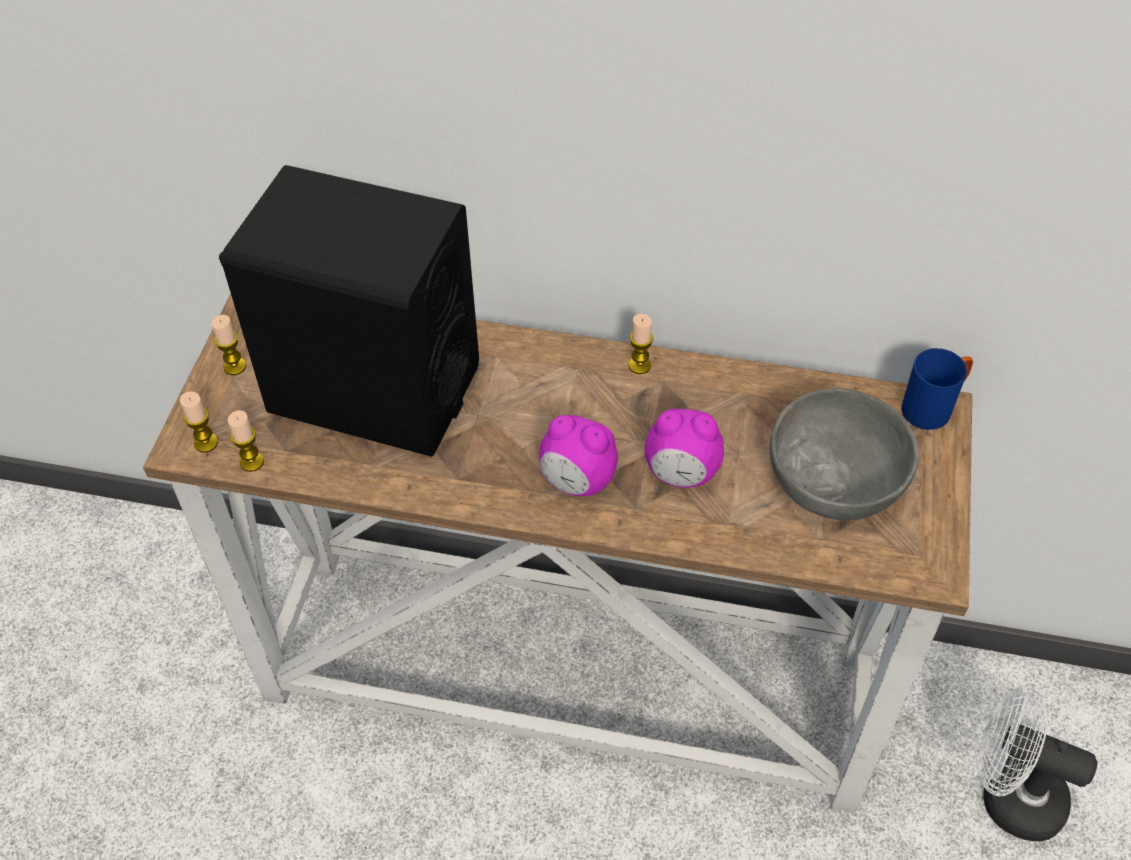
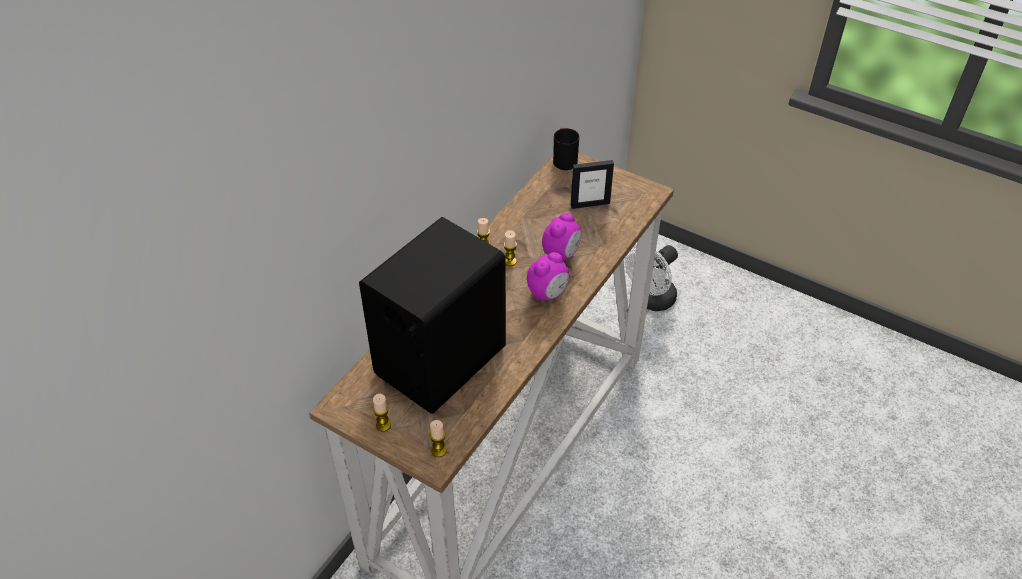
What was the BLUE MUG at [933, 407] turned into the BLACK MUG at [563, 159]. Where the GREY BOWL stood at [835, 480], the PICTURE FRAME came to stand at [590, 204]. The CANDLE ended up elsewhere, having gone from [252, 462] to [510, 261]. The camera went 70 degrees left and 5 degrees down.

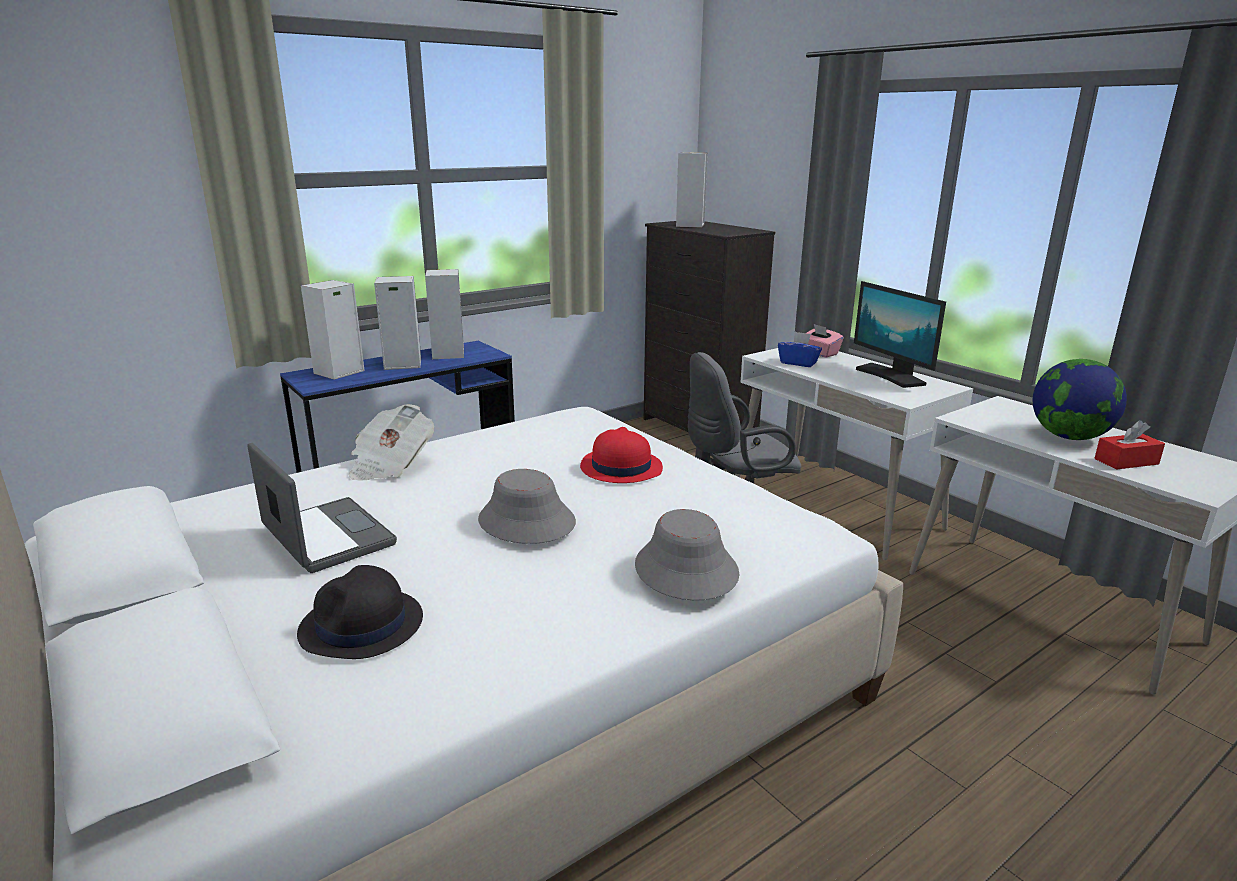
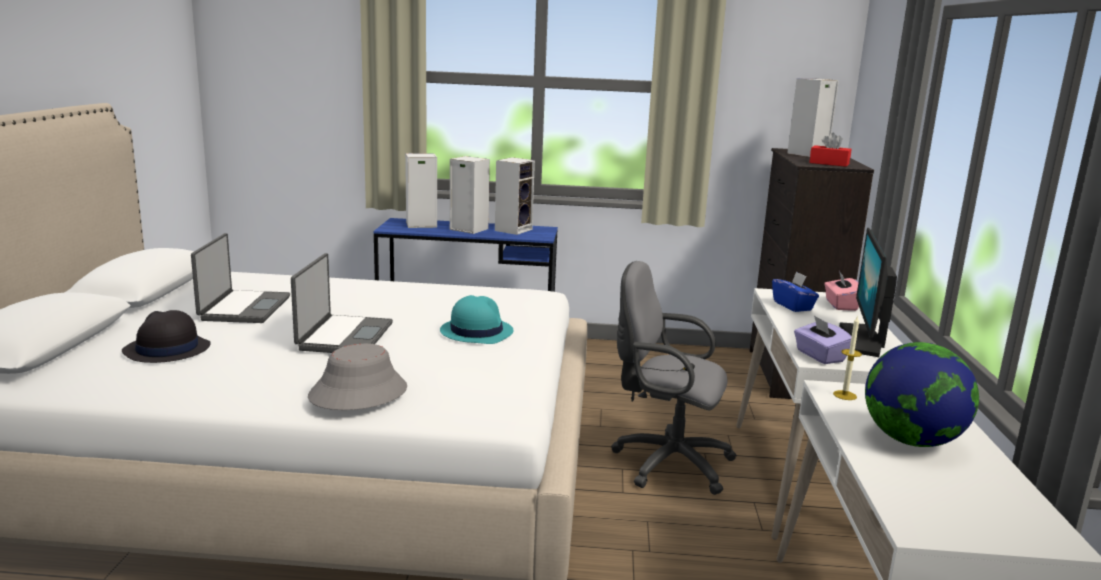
The second view lost the NEWSPAPER at [390, 465]. The RED TISSUE BOX ended up elsewhere, having gone from [1126, 461] to [829, 163]. What was the RED HAT at [620, 468] turned into the TURQUOISE HAT at [476, 331]. Where the GREY HAT stood at [526, 522], the LAPTOP came to stand at [343, 336]. The second view gained the PURPLE TISSUE BOX at [819, 356]. The second view gained the CANDLE at [844, 395]. The camera went 40 degrees right and 5 degrees down.

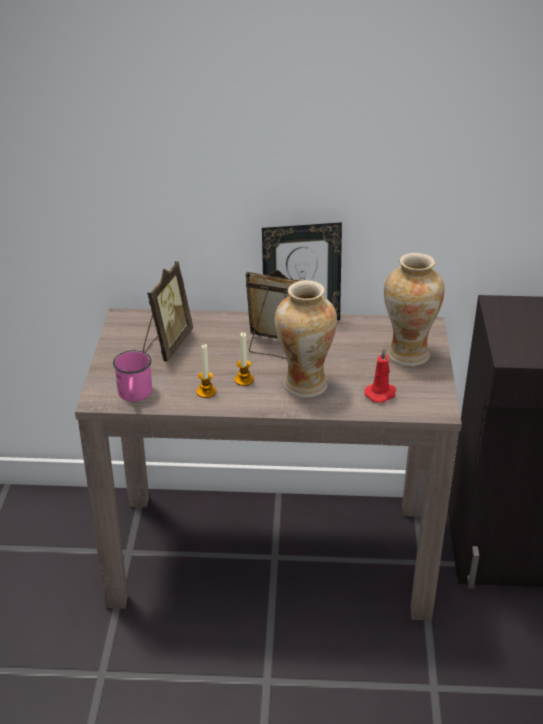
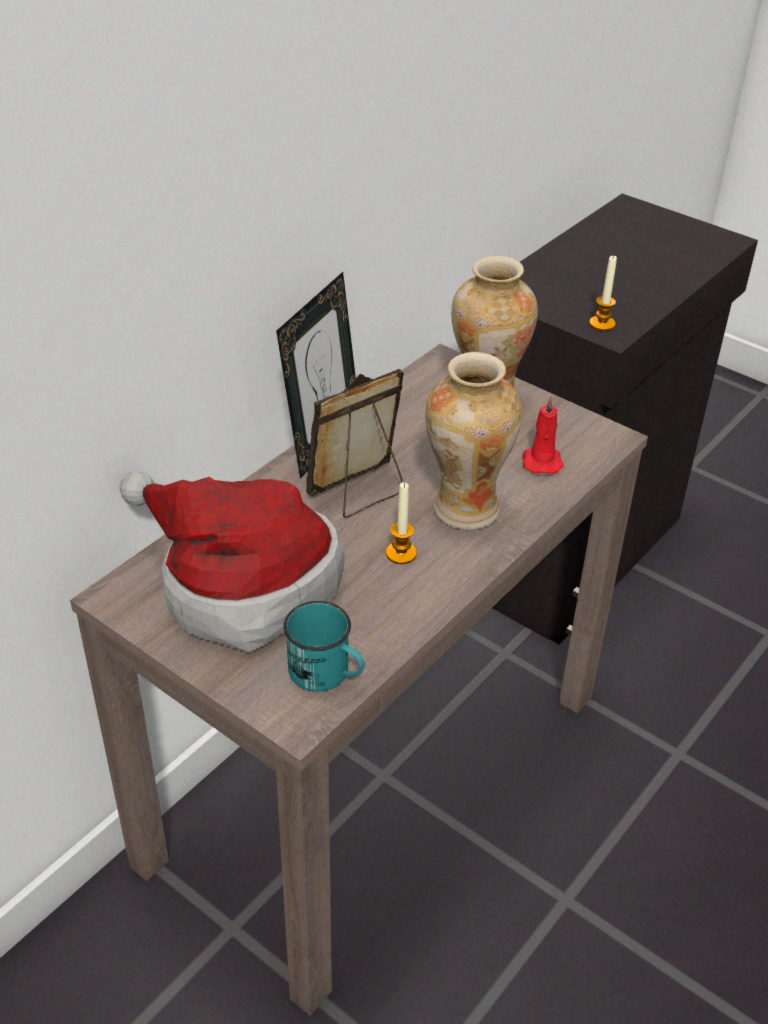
Where the PICTURE FRAME stood at [166, 345], the HAT came to stand at [239, 585]. The CANDLE ended up elsewhere, having gone from [206, 392] to [602, 324]. What was the PINK MUG at [134, 395] turned into the TURQUOISE MUG at [326, 674]. The camera went 55 degrees left and 5 degrees up.

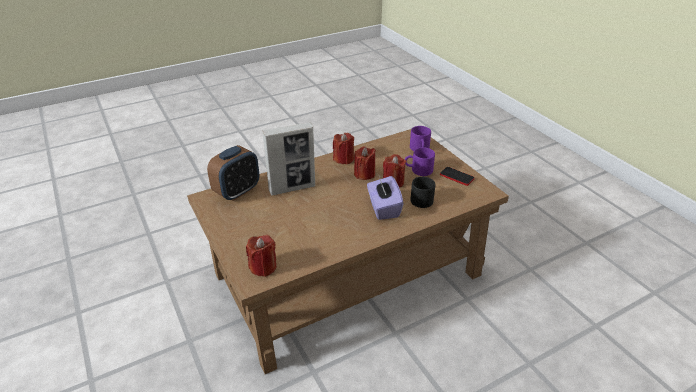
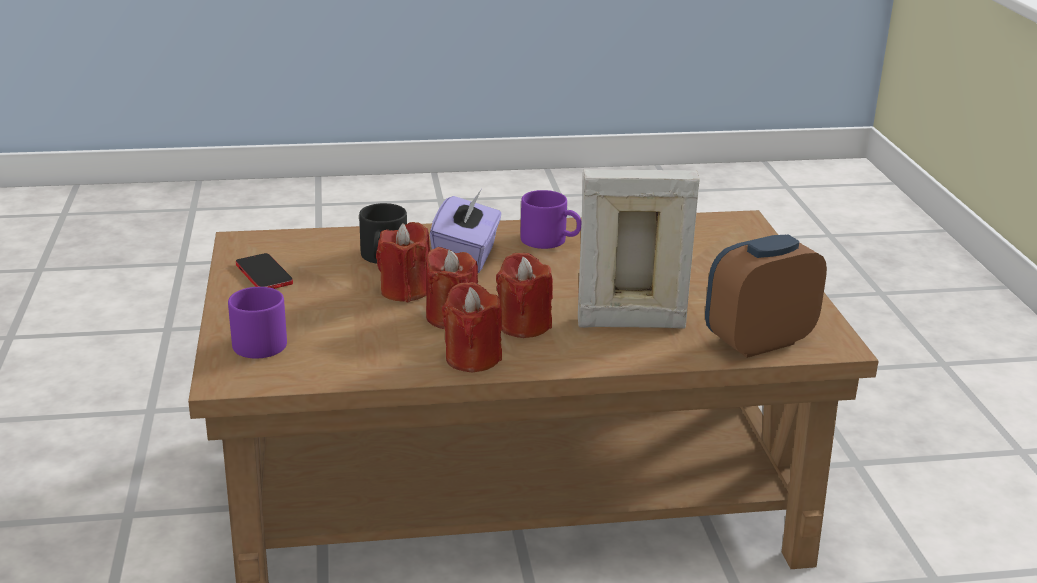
The PURPLE MUG ended up elsewhere, having gone from [418, 170] to [551, 240]. The RED CANDLE ended up elsewhere, having gone from [263, 267] to [524, 325]. The camera went 160 degrees left and 10 degrees down.

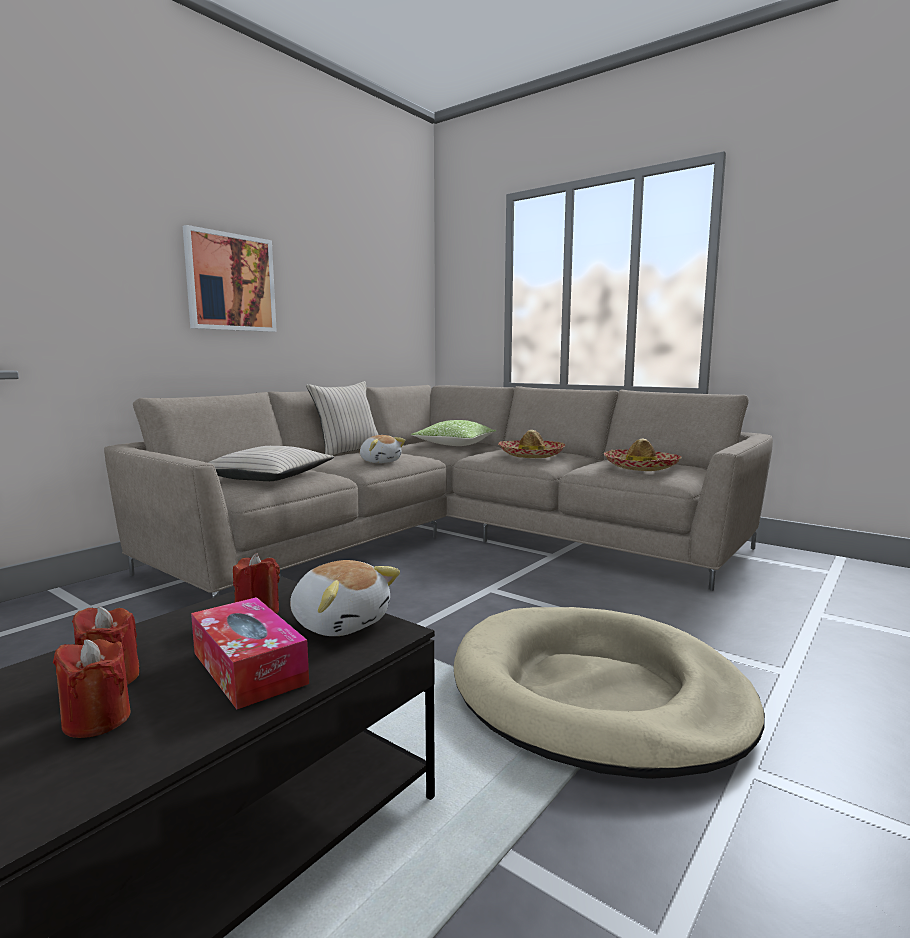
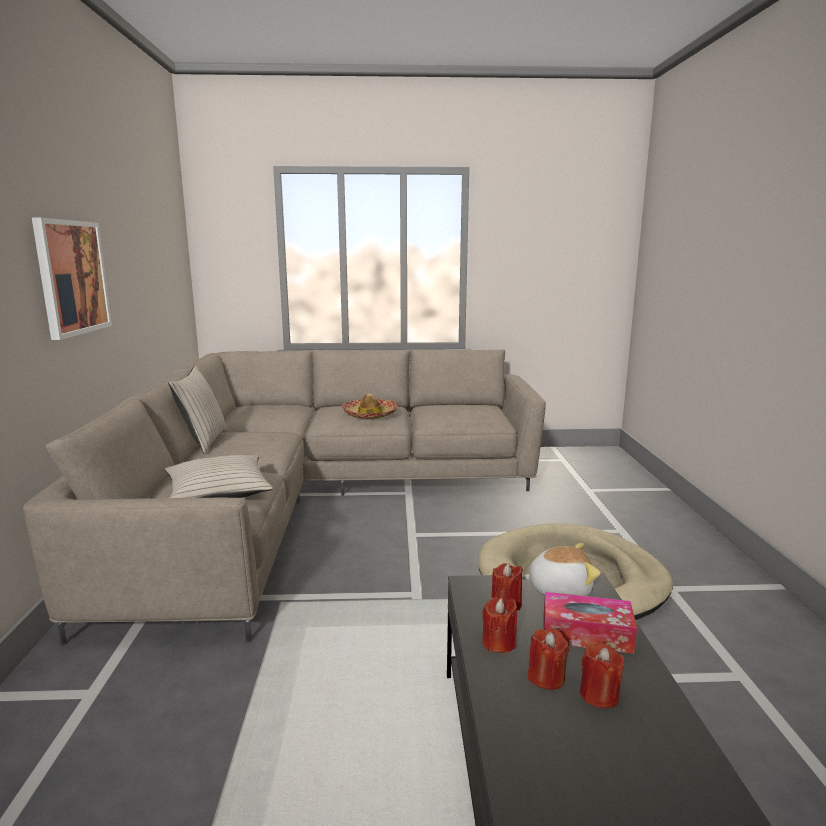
The second view lost the PILLOW at [455, 445]. The second view lost the PLUSH TOY at [380, 461]. The second view lost the HAT at [641, 467]. The second view gained the RED CANDLE at [499, 643]. The camera went 40 degrees left and 5 degrees up.

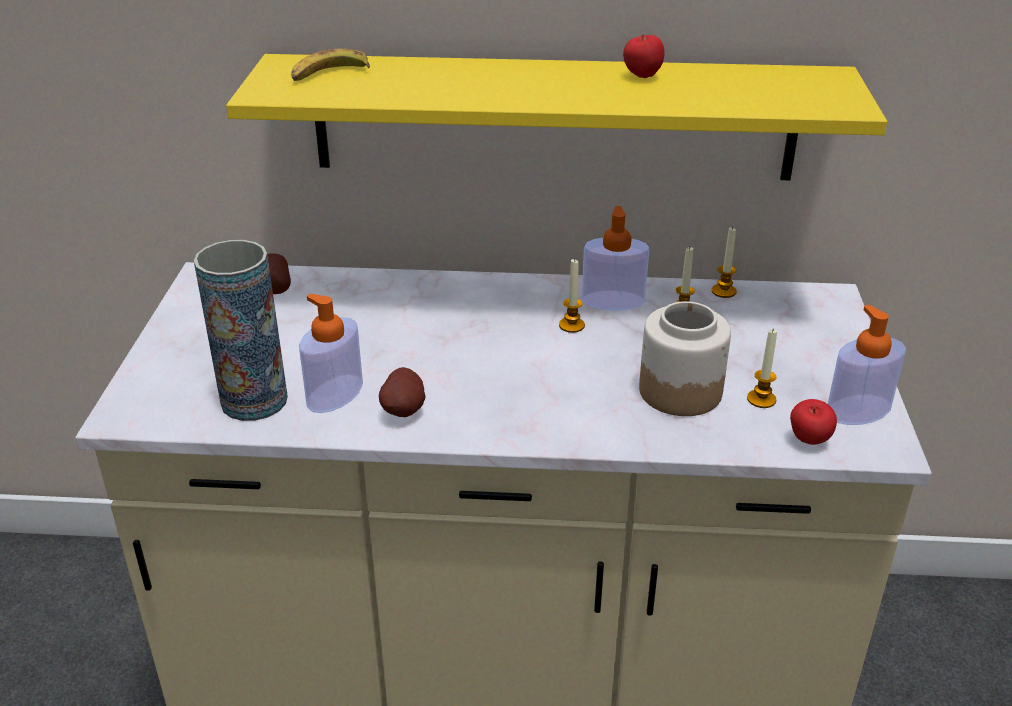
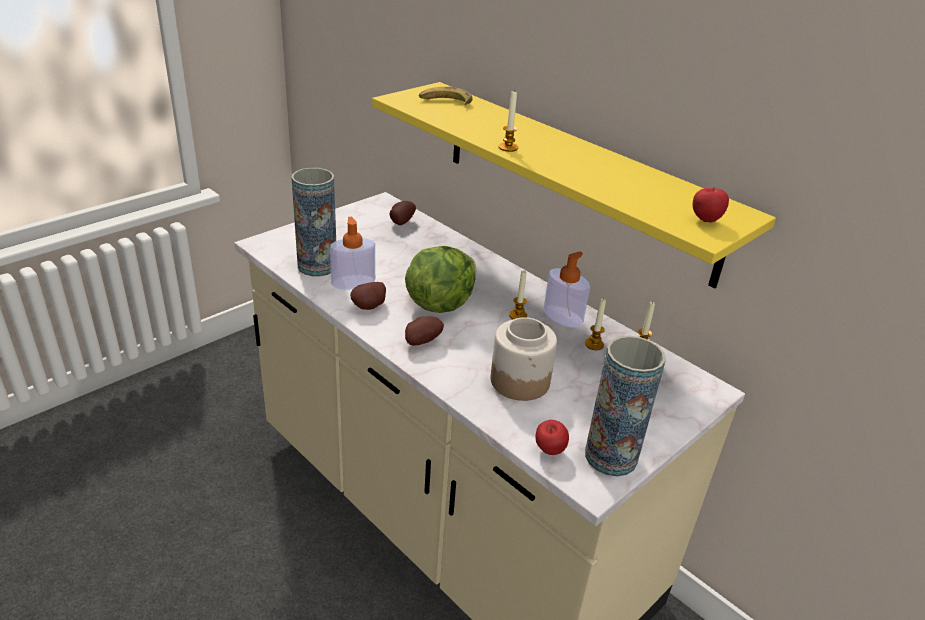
The APPLE ended up elsewhere, having gone from [642, 77] to [705, 220]. Where the SOAP DISPENSER stood at [858, 410], the VASE came to stand at [611, 456]. The CANDLE ended up elsewhere, having gone from [761, 399] to [508, 147]. The second view gained the LETTUCE at [439, 303]. The second view gained the POTATO at [421, 341]. The camera went 40 degrees right and 0 degrees up.

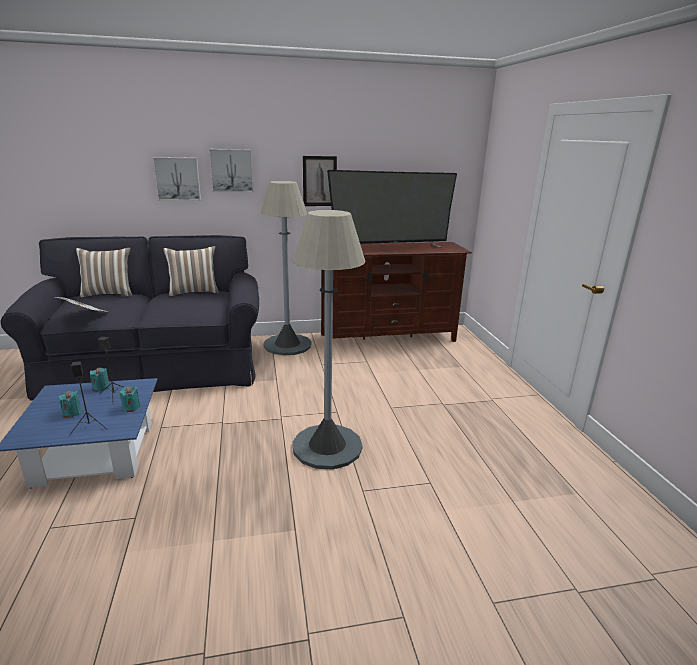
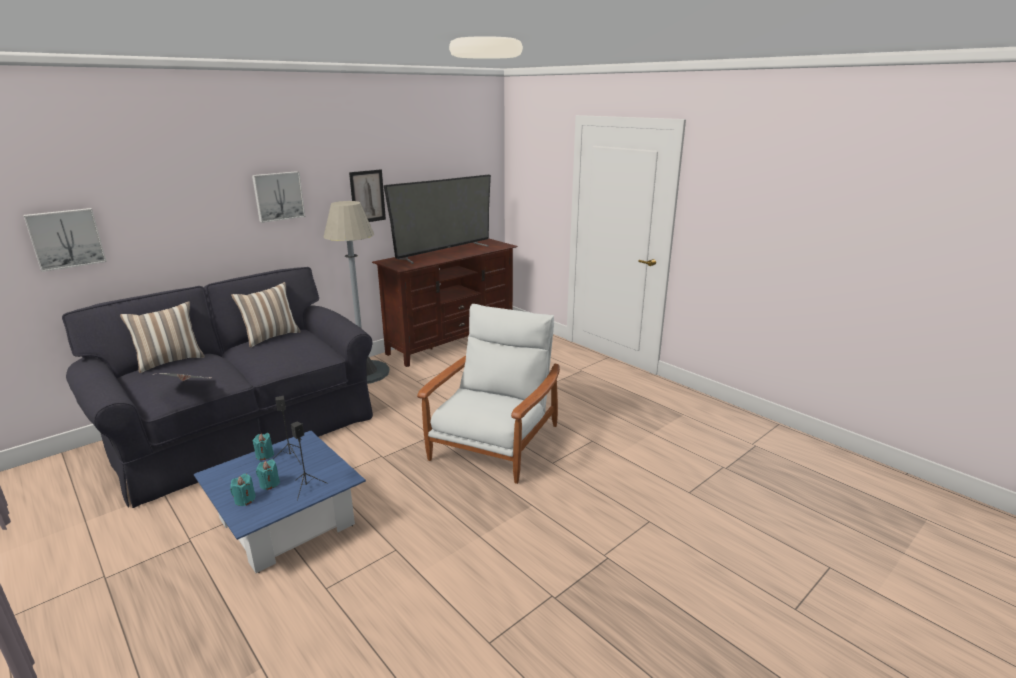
The PICTURE ended up elsewhere, having gone from [177, 179] to [66, 238]. Where the GREY FLOOR LAMP stood at [327, 446], the WHITE ARMCHAIR came to stand at [494, 443]. The TURQUOISE CANDLE ended up elsewhere, having gone from [131, 408] to [245, 500]. The camera went 30 degrees left and 0 degrees up.

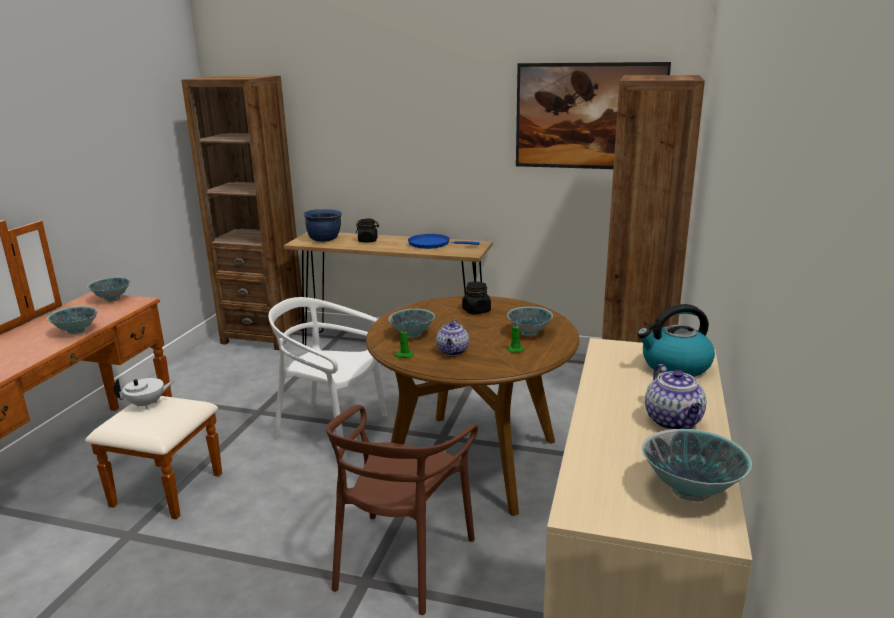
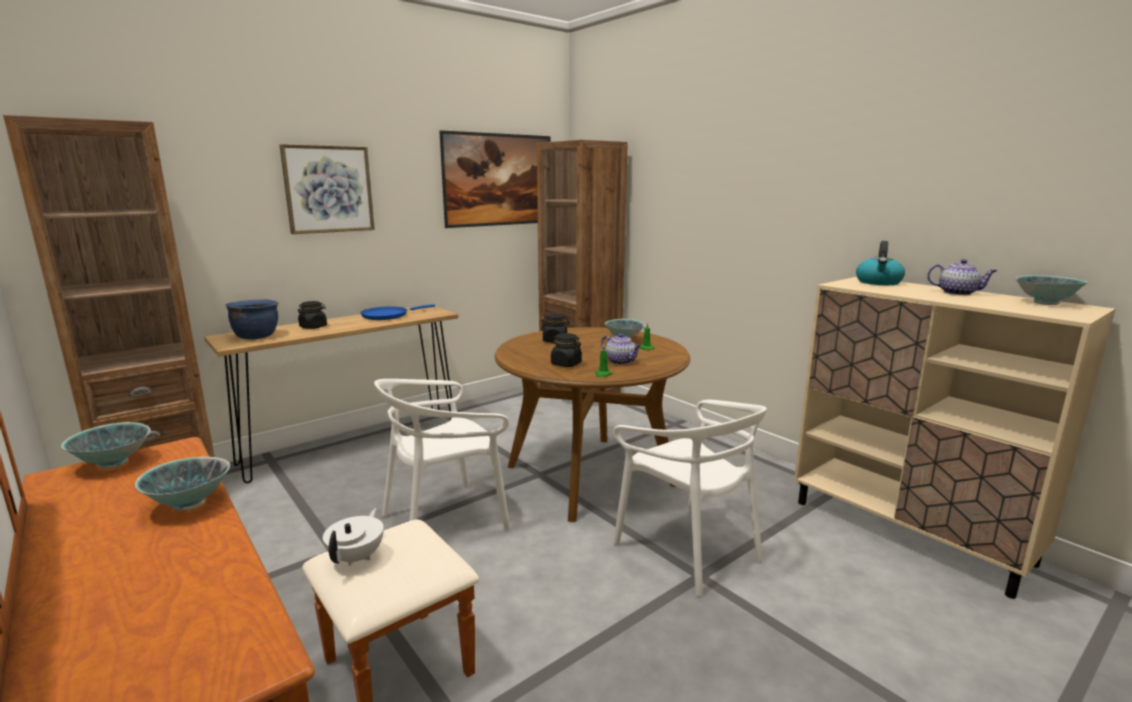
Where the BOWL stood at [412, 335], the BLACK JAR came to stand at [566, 364]. What was the BROWN CHAIR at [401, 560] turned into the WHITE CHAIR at [687, 549]. The second view gained the PICTURE at [329, 189]. The camera went 55 degrees left and 5 degrees down.

